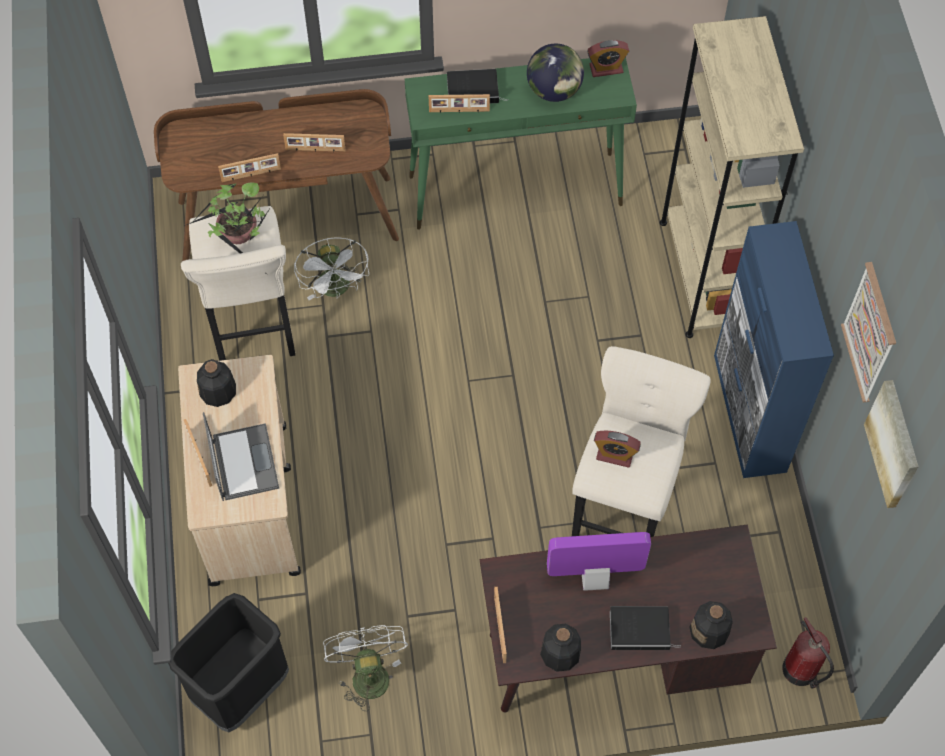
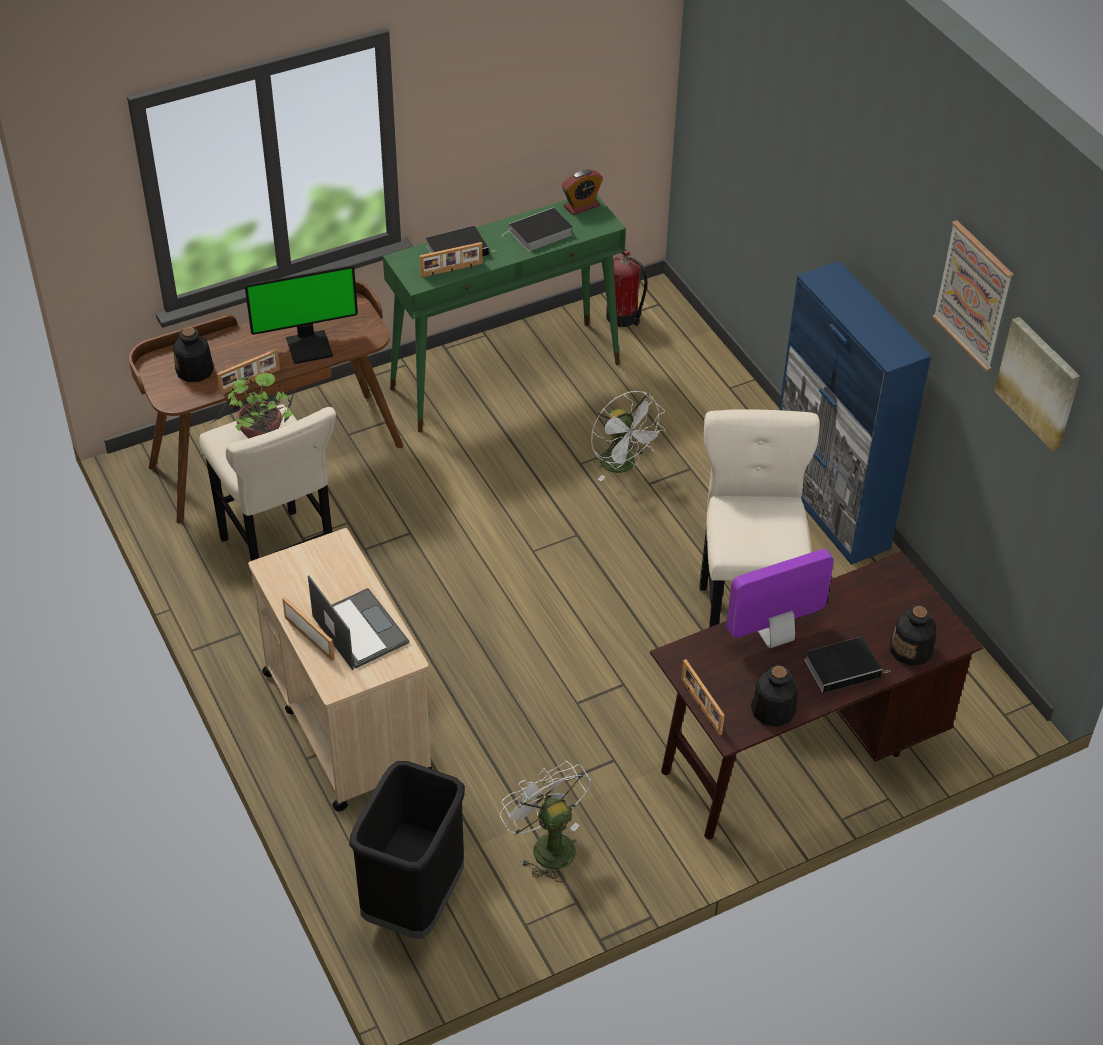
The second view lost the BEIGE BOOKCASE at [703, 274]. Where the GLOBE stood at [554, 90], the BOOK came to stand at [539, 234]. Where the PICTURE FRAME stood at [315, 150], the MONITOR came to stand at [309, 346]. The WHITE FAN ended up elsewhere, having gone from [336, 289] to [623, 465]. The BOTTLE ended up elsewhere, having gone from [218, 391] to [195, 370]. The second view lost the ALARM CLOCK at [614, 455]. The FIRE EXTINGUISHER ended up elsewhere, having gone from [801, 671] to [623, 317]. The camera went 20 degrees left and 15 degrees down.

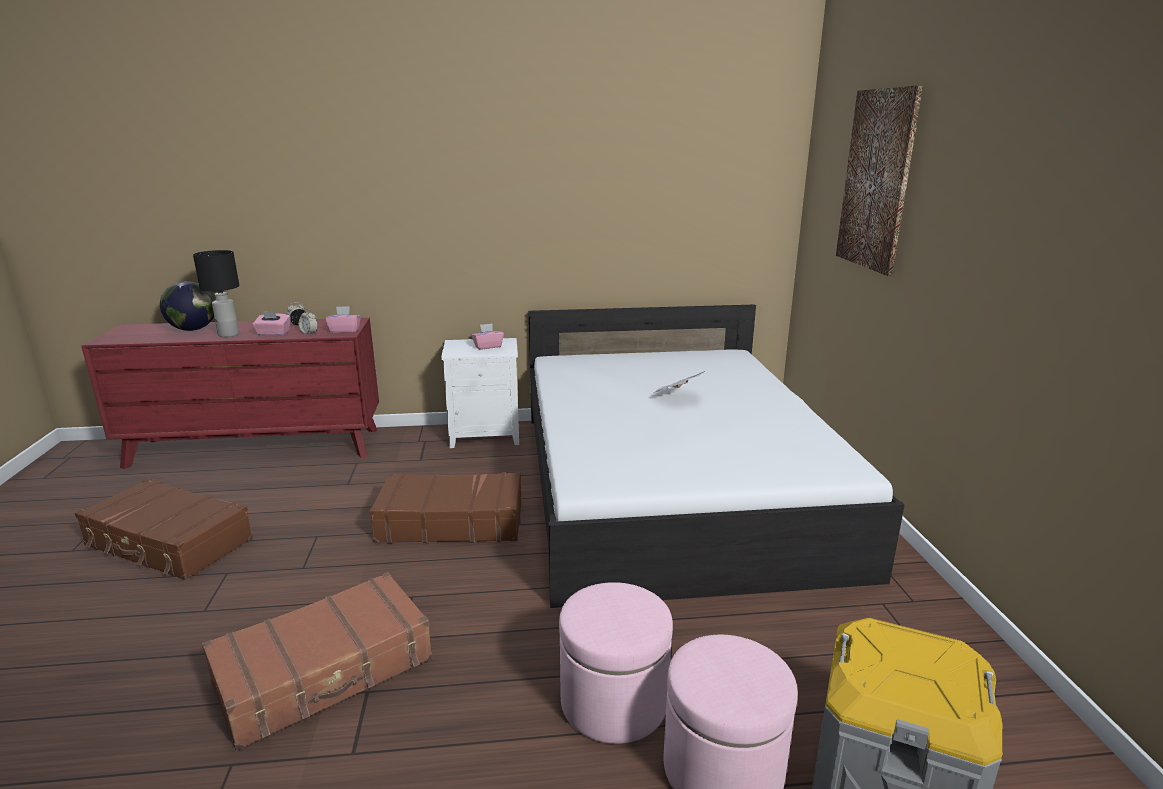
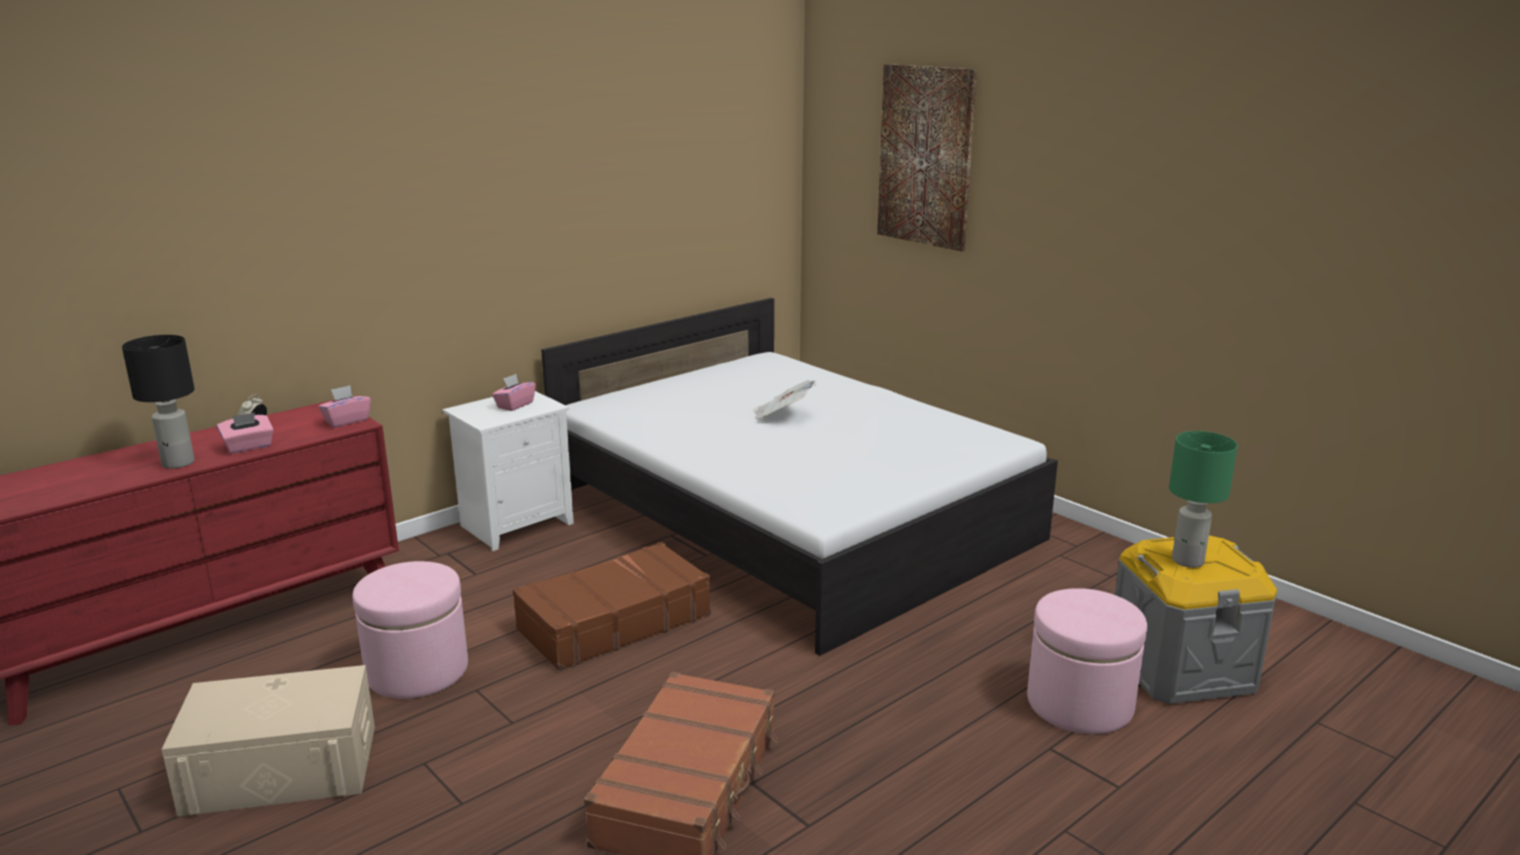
The second view lost the GLOBE at [193, 329]. The second view lost the ALARM CLOCK at [309, 333]. Where the BROWN SUITCASE stood at [168, 543], the BEIGE STORAGE BOX came to stand at [282, 769]. The PINK OTTOMAN ended up elsewhere, having gone from [613, 702] to [417, 671]. The second view gained the GREEN TABLE LAMP at [1188, 561]. The camera went 35 degrees left and 0 degrees up.

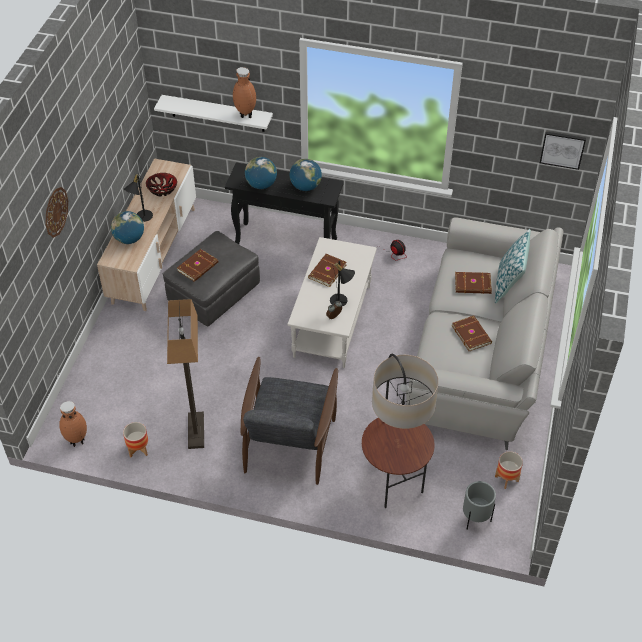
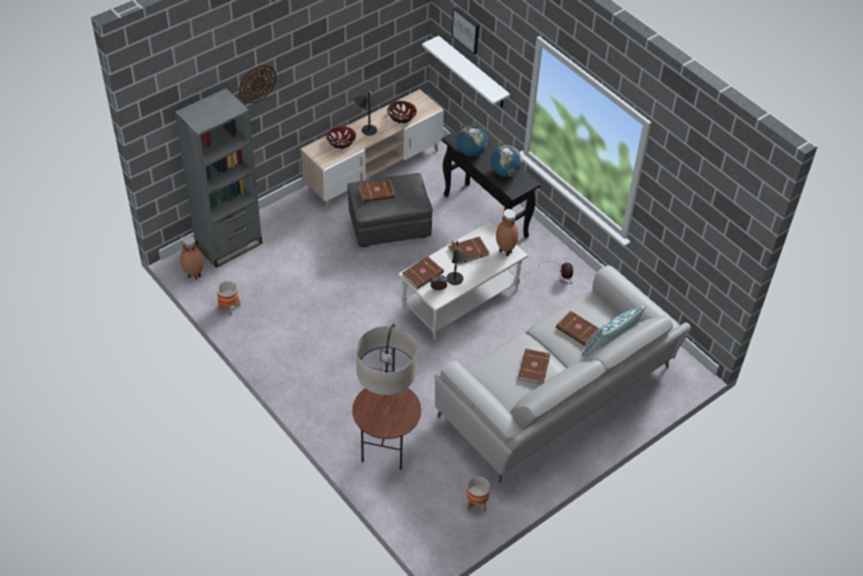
The BROWN VASE ended up elsewhere, having gone from [245, 115] to [505, 251]. The PICTURE ended up elsewhere, having gone from [562, 149] to [466, 30]. Where the GLOBE stood at [129, 239], the BOWL came to stand at [341, 142]. The second view lost the FLOOR LAMP at [195, 431]. The second view lost the GREY ARMCHAIR at [289, 442]. The second view lost the GREY PLANTER at [475, 519]. The second view gained the GREY BOOKCASE at [229, 244]. The second view gained the BROWN BOOK at [423, 274]. The camera went 35 degrees right and 0 degrees up.

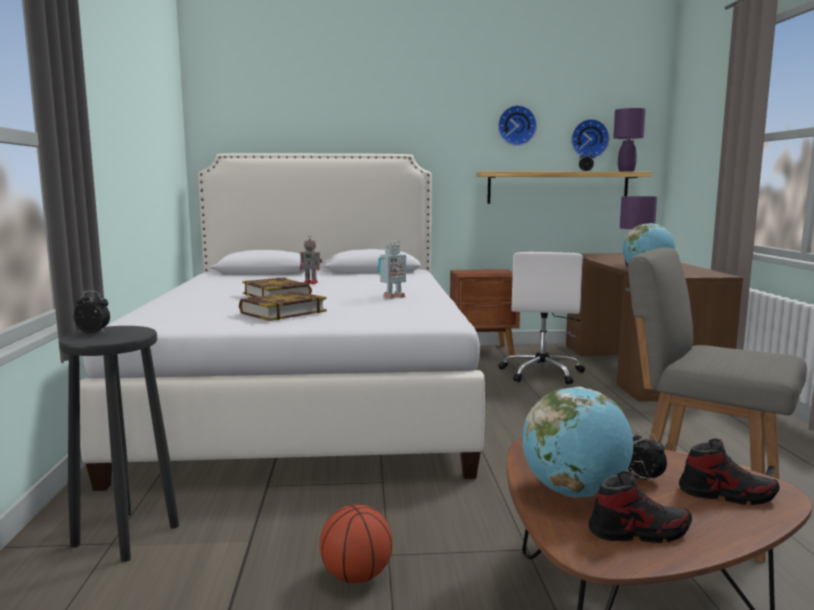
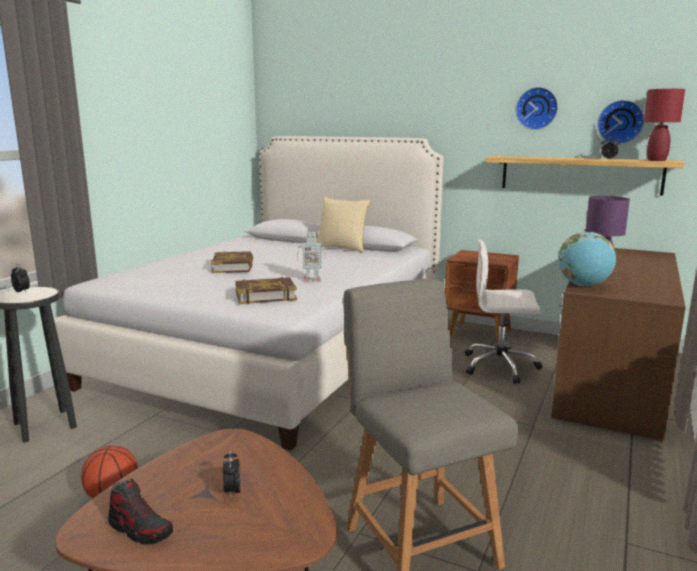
What was the PURPLE TABLE LAMP at [626, 171] turned into the RED TABLE LAMP at [656, 160]. The second view lost the TOY ROBOT at [311, 283]. The WHITE OFFICE CHAIR at [541, 373] ended up facing another way, 60 degrees clockwise from before. The BOOK ended up elsewhere, having gone from [282, 312] to [265, 295]. The second view lost the GLOBE at [574, 492]. The second view lost the SHOE at [726, 495]. The second view gained the PILLOW at [342, 248]. The camera went 30 degrees right and 5 degrees up.

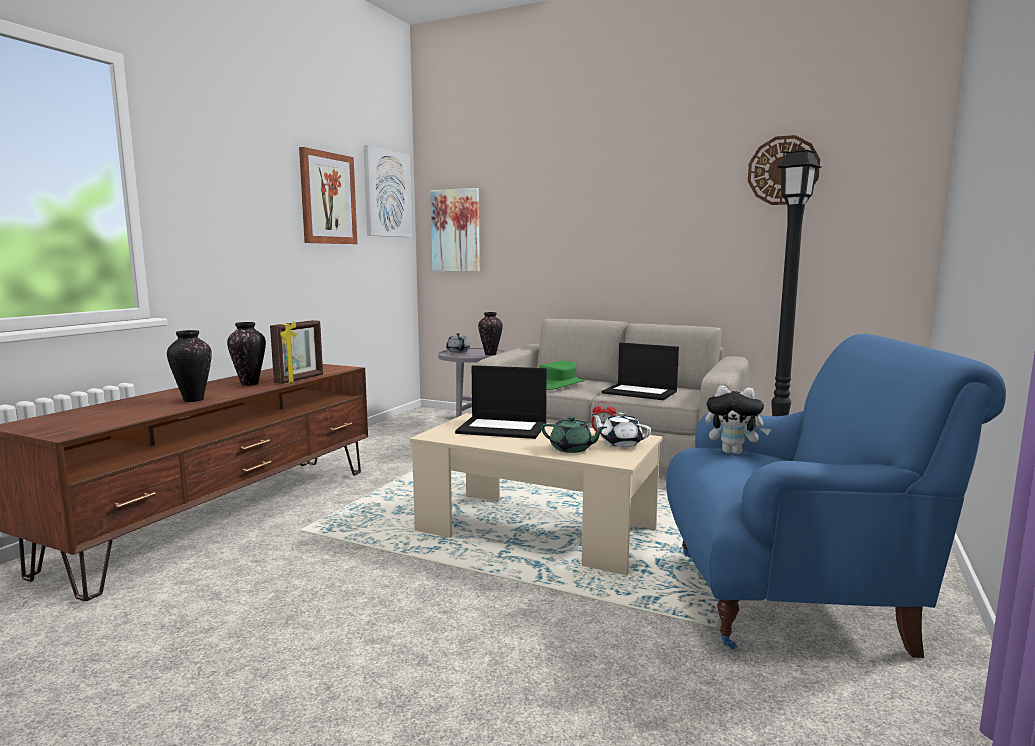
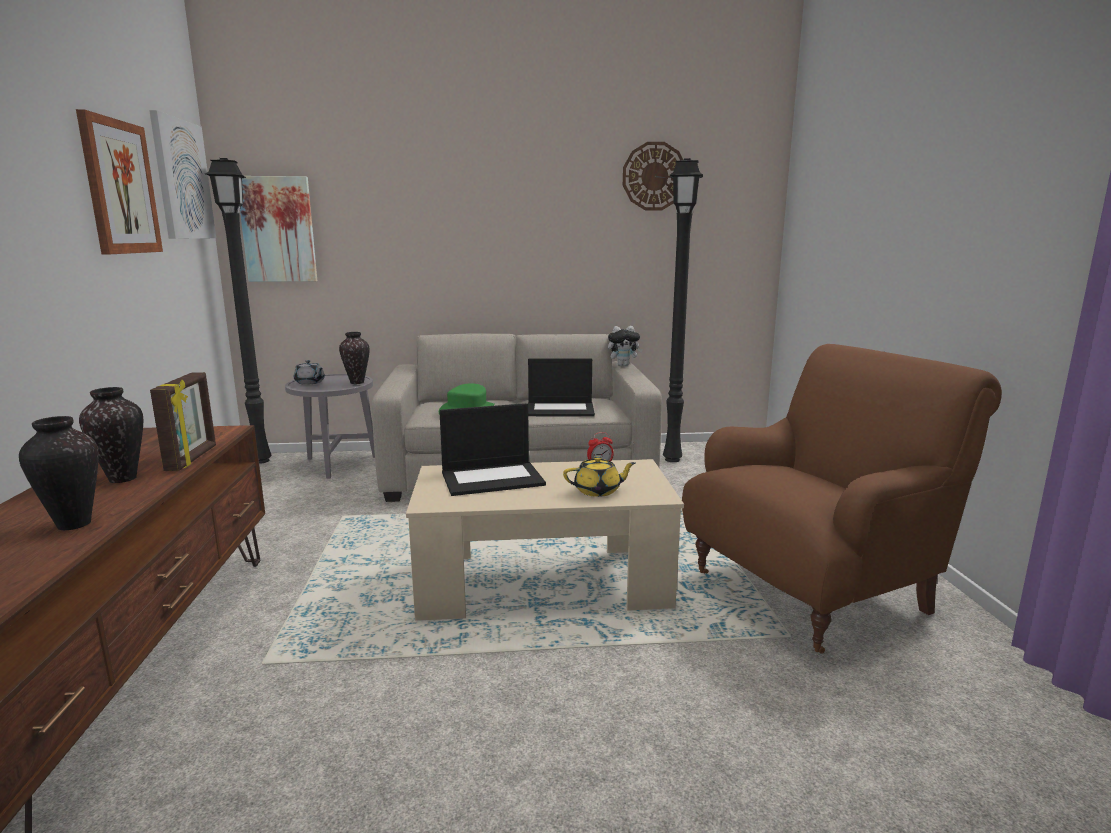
What was the BLUE ARMCHAIR at [791, 600] turned into the BROWN ARMCHAIR at [813, 591]. The PLUSH TOY ended up elsewhere, having gone from [733, 452] to [623, 365]. The second view lost the WHITE TEAPOT at [620, 443]. What was the GREEN TEAPOT at [572, 449] turned into the YELLOW TEAPOT at [598, 491]. The second view gained the BLACK FLOOR LAMP at [263, 460]. The camera went 30 degrees left and 5 degrees up.

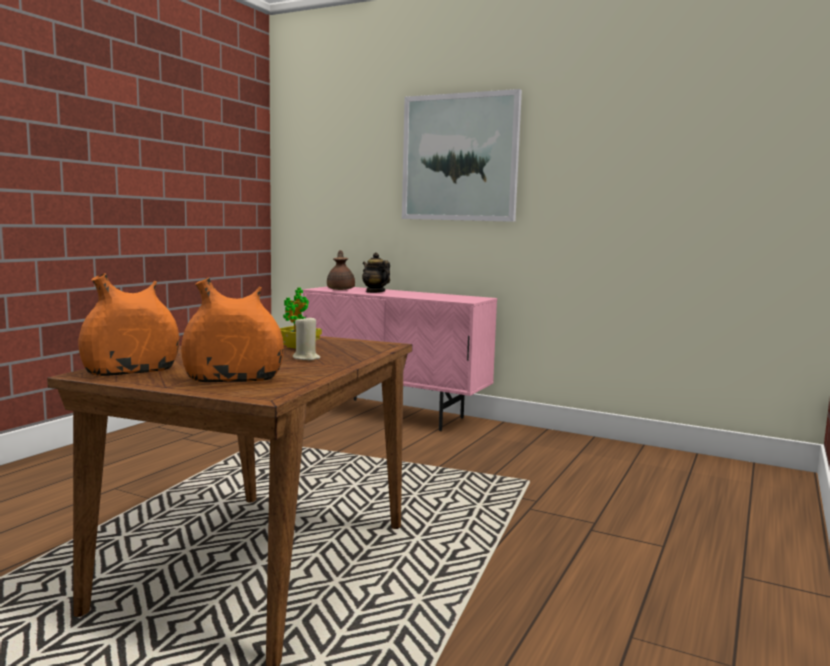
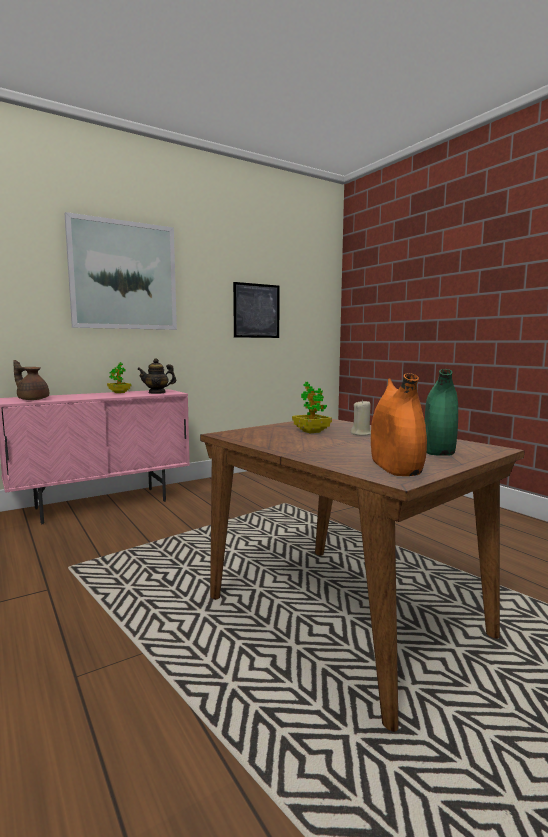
The TEAPOT ended up elsewhere, having gone from [375, 292] to [157, 392]. What was the ORANGE VASE at [233, 380] turned into the GREEN VASE at [438, 450]. The second view gained the PICTURE at [256, 311]. The second view gained the POTTED PLANT at [119, 392]. The camera went 60 degrees left and 0 degrees up.

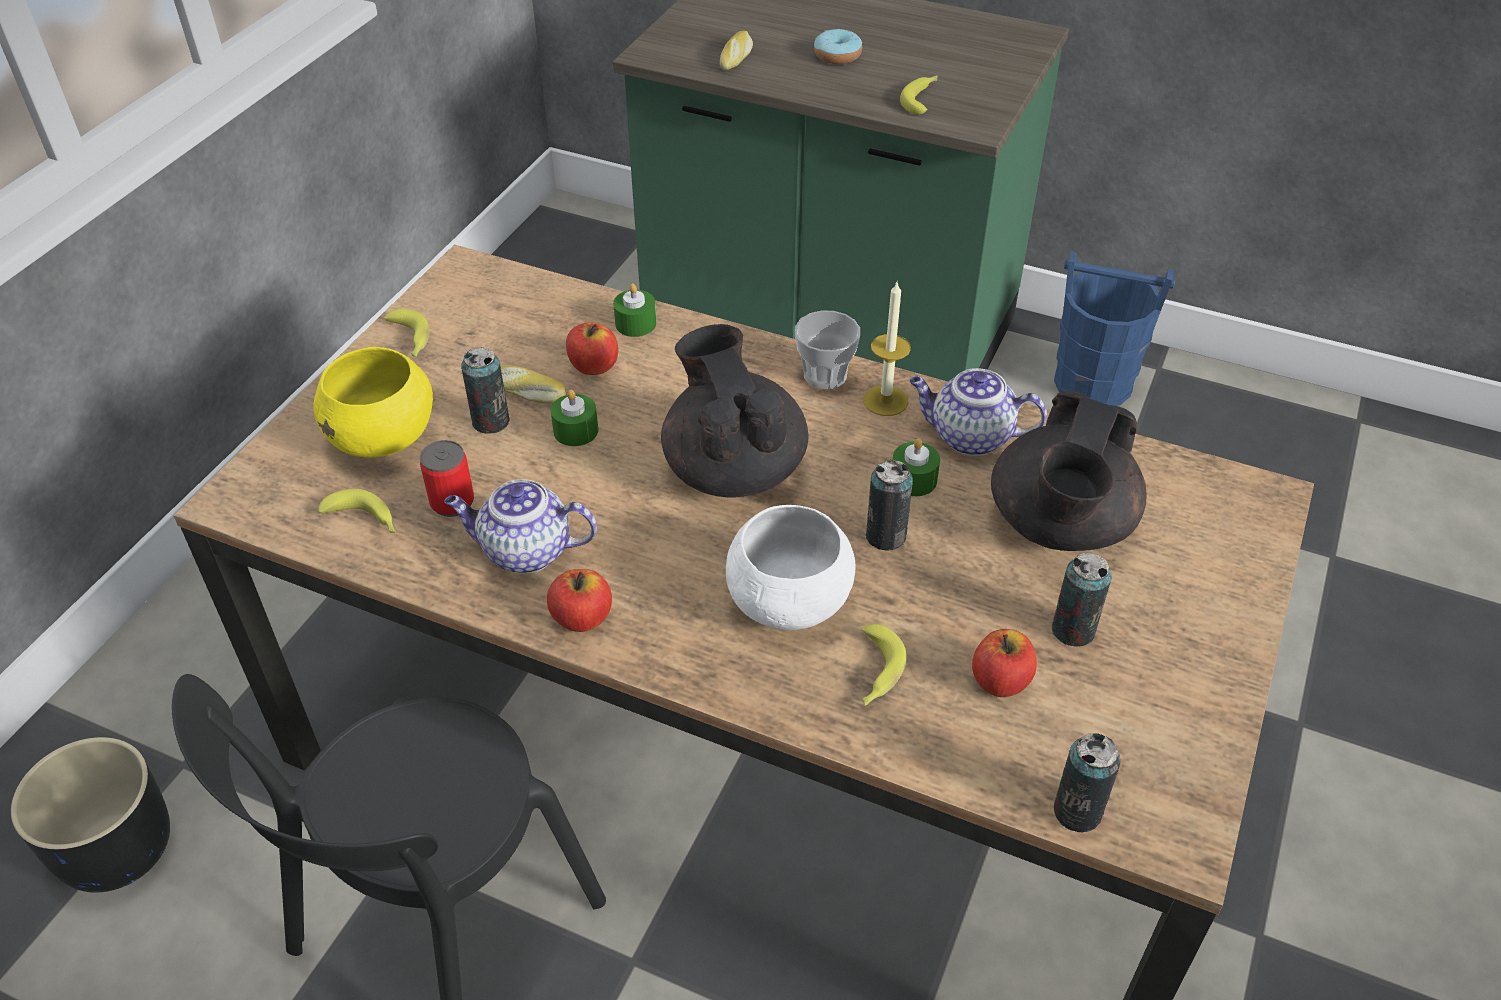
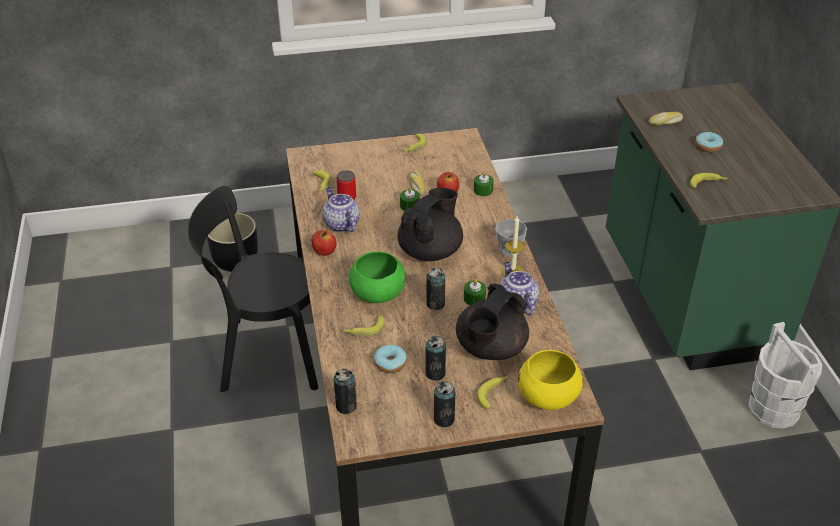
What was the BLUE BUCKET at [1092, 383] turned into the WHITE BUCKET at [773, 408]. The YELLOW BOWL ended up elsewhere, having gone from [384, 438] to [548, 398]. The CAN ended up elsewhere, having gone from [490, 422] to [444, 419]. The BLACK TEAPOT at [1059, 526] ended up facing another way, 45 degrees counterclockwise from before. What was the WHITE BOWL at [787, 601] turned into the GREEN BOWL at [377, 294]. Where the APPLE stood at [1000, 681], the DONUT came to stand at [390, 363]. The second view gained the BANANA at [493, 393]. The camera went 55 degrees right and 5 degrees down.

